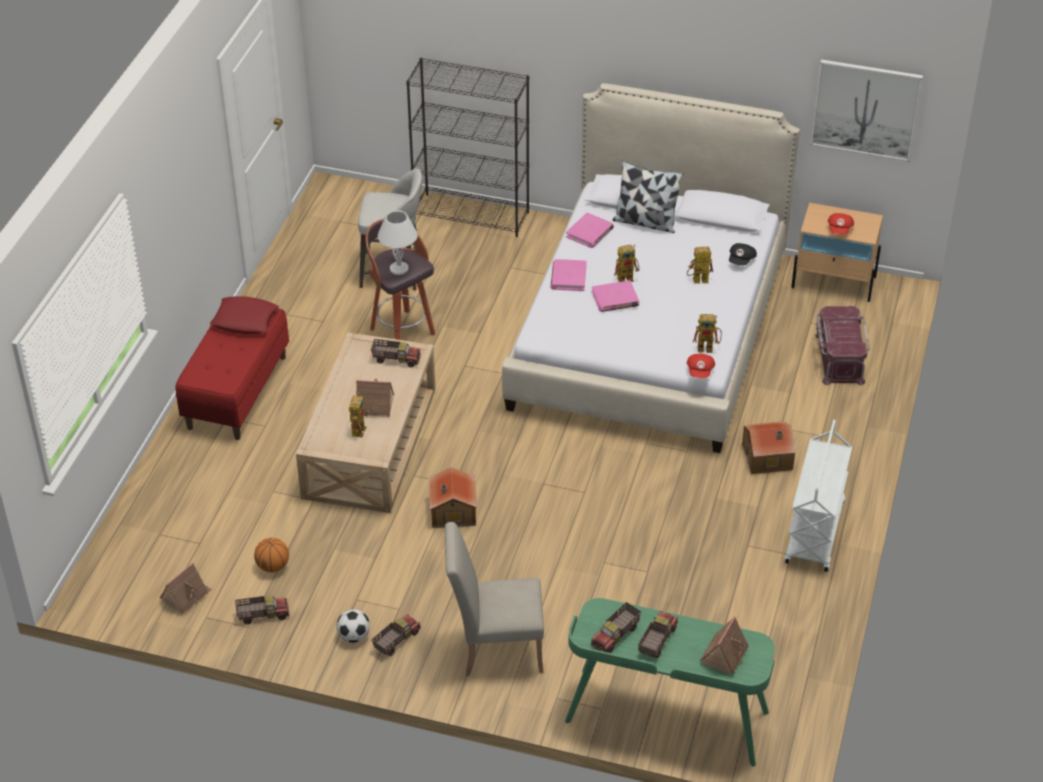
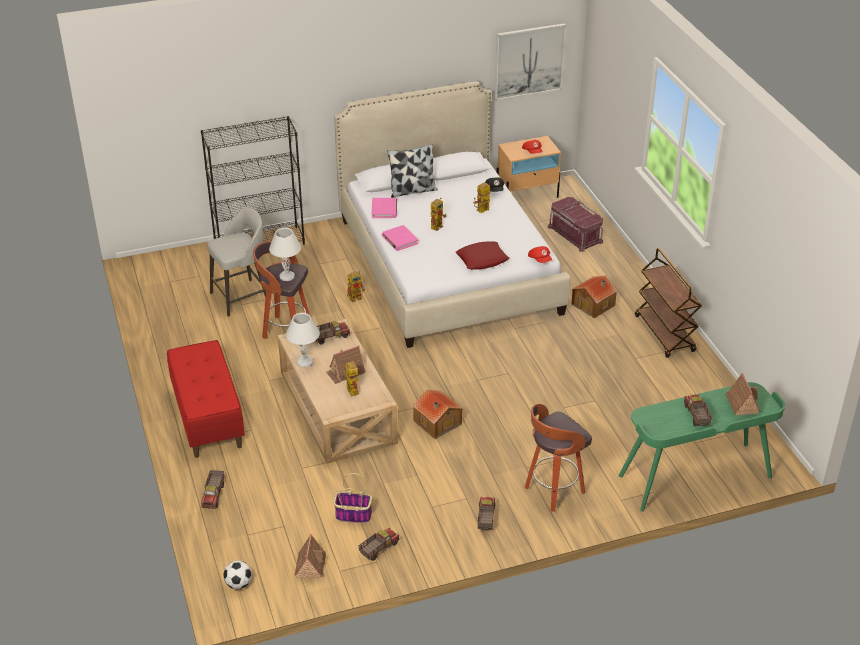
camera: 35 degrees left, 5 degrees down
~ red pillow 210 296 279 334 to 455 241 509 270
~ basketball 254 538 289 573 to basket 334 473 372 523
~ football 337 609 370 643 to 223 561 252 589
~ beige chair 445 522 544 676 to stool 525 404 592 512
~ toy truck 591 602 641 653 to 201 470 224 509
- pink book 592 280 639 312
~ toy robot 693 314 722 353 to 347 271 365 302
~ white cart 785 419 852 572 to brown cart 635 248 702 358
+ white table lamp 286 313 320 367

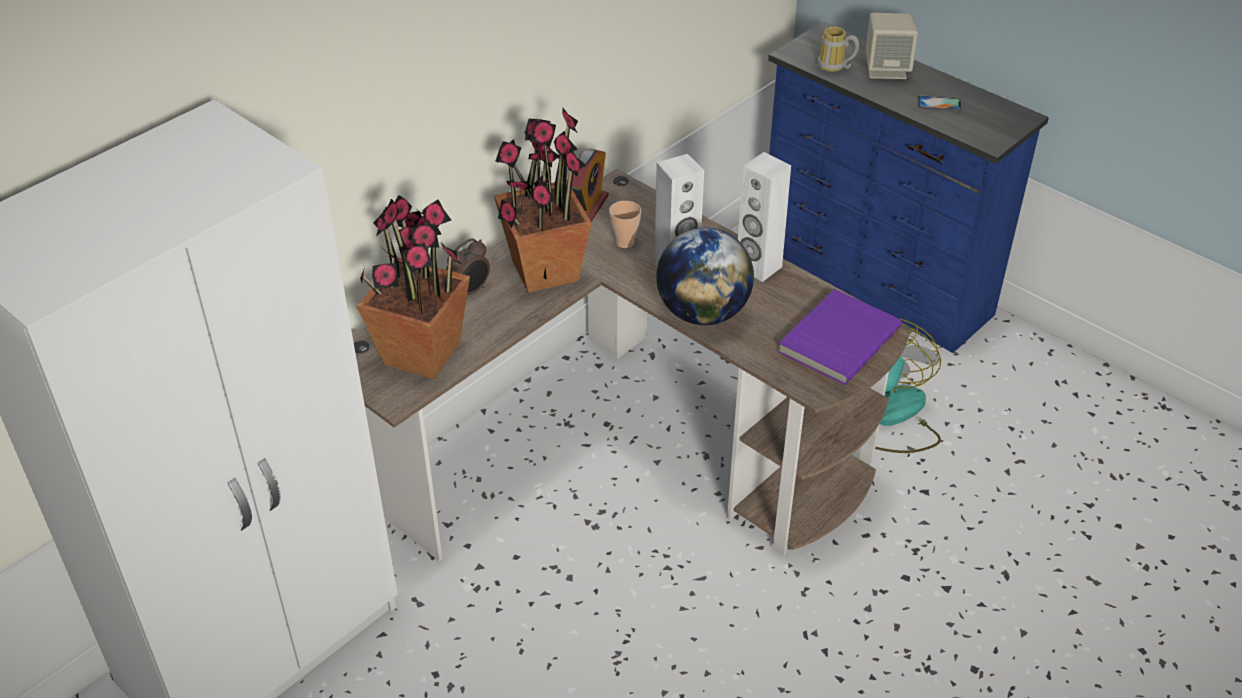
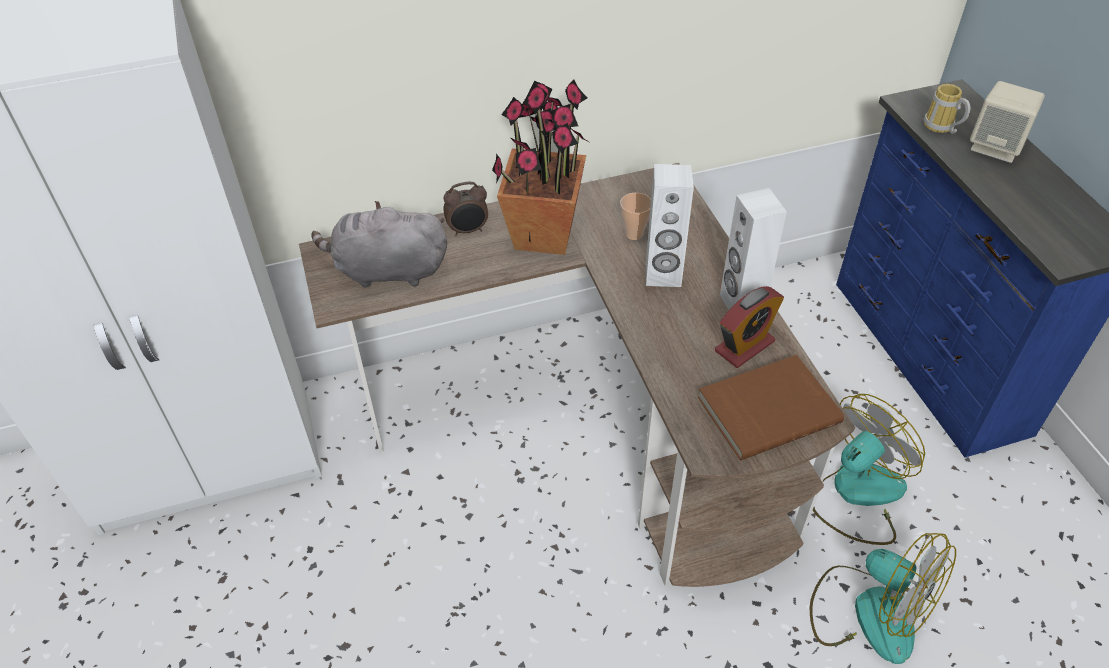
camera: 30 degrees right, 5 degrees up
~ potted plant 356 195 470 379 to grey plush toy 311 201 447 288
~ alarm clock 572 148 609 222 to 715 286 784 368
- globe 656 228 754 325
~ purple book 778 289 901 385 to brown book 698 355 844 460
- phone 918 96 962 111
+ fan 810 533 956 664

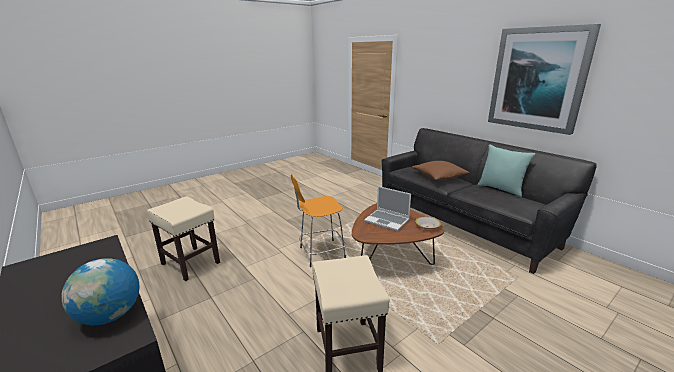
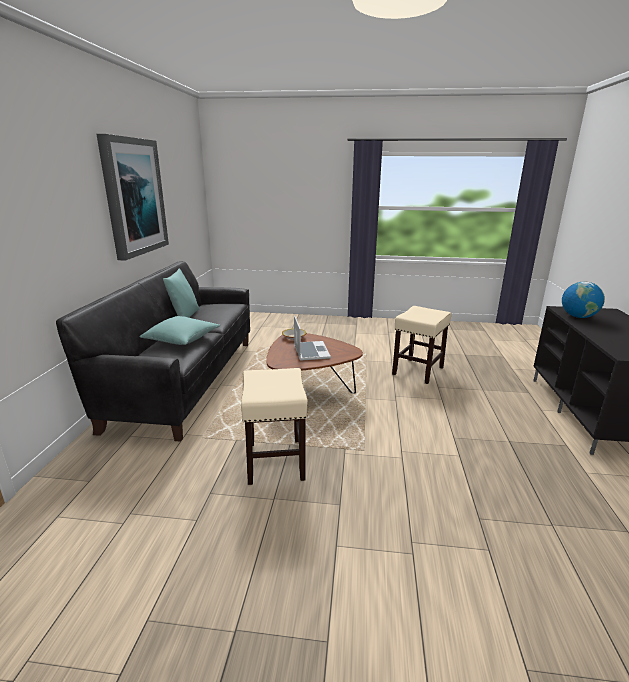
camera: 135 degrees left, 0 degrees up
~ beige stool 147 196 220 281 to 241 368 308 485
- orange stool 291 174 346 267
~ brown pillow 412 161 469 180 to turquoise pillow 140 316 220 345

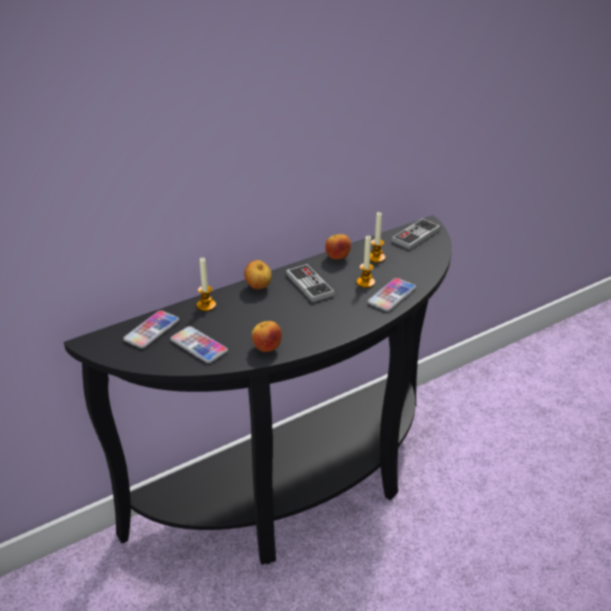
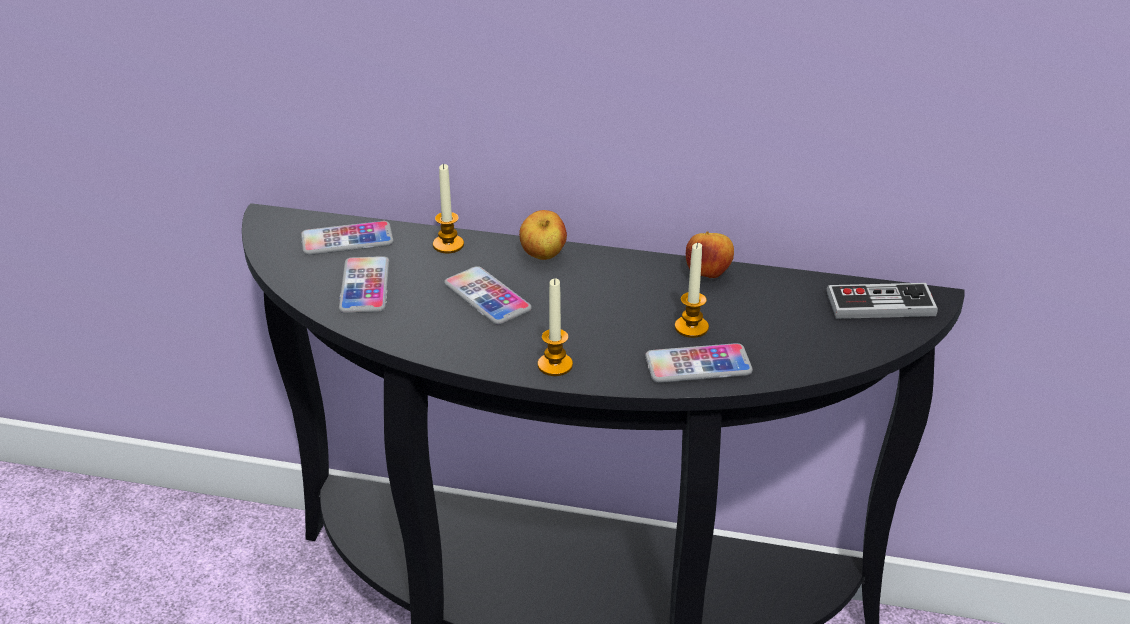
camera: 45 degrees right, 0 degrees up
- apple 252 321 282 352
- game controller 286 264 335 302
~ candle 370 212 385 263 to 538 279 573 376
+ phone 444 266 532 325

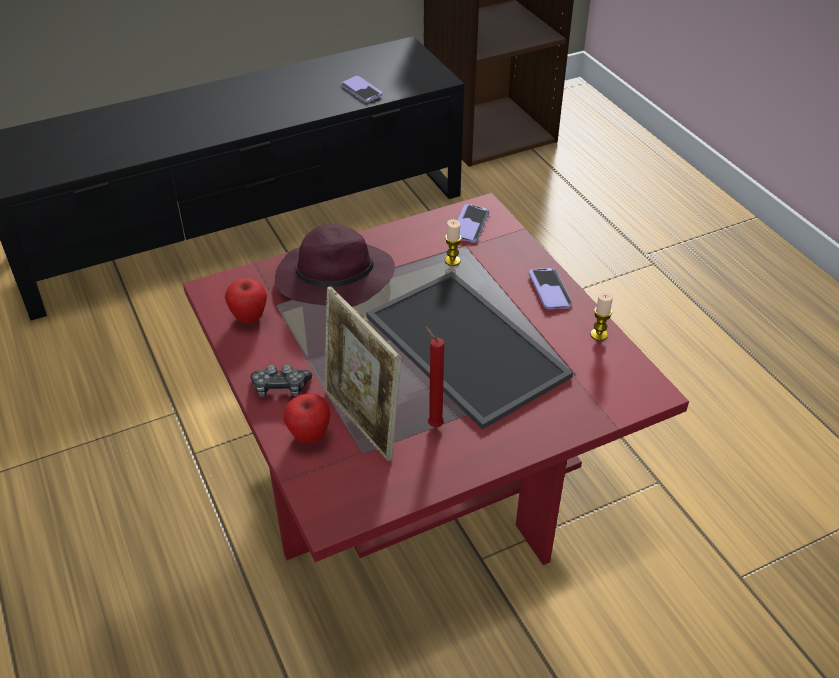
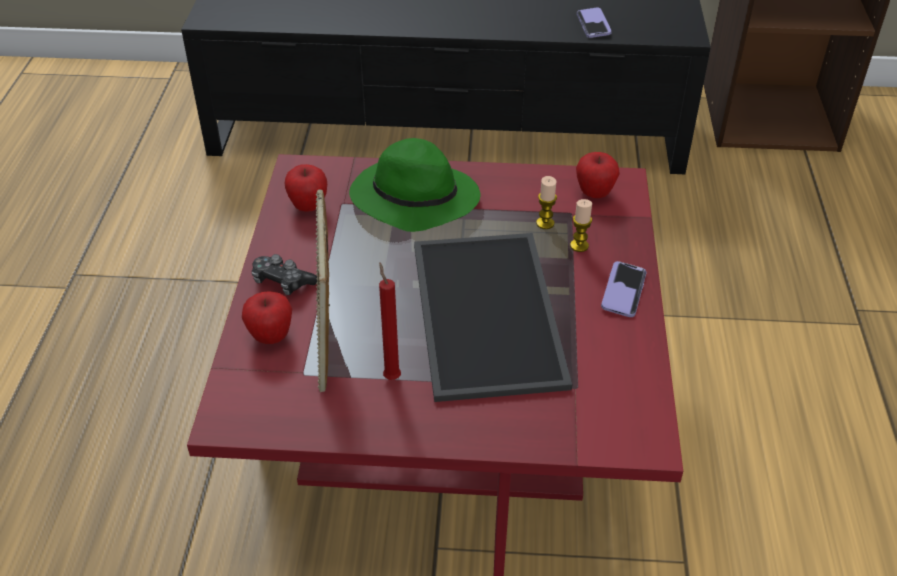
camera: 30 degrees right, 0 degrees up
~ purple hat 275 224 395 307 to green hat 349 138 480 232
~ phone 458 204 489 243 to apple 576 152 620 198
~ candle 590 293 613 341 to 570 199 592 252

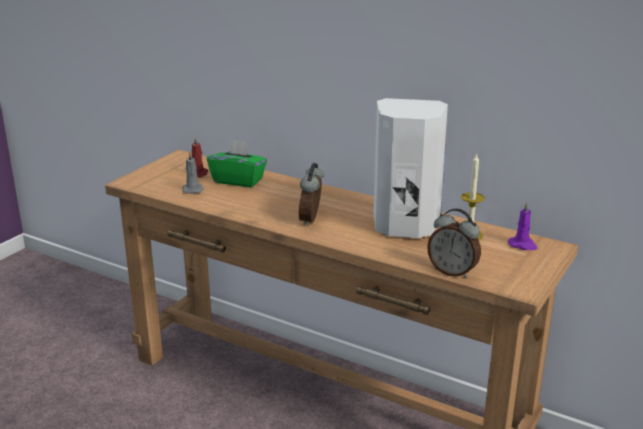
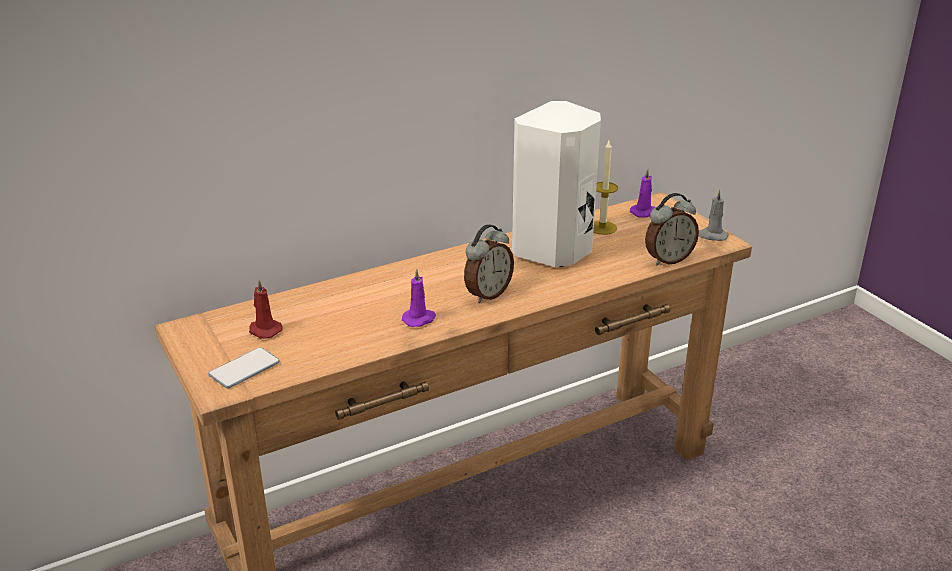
camera: 60 degrees left, 5 degrees up
~ grey candle 183 152 204 194 to 698 189 729 241
- green tissue box 207 139 267 187
~ alarm clock 299 163 324 226 = 464 224 514 303 90 degrees counterclockwise
+ phone 208 347 280 388
+ purple candle 402 269 436 327

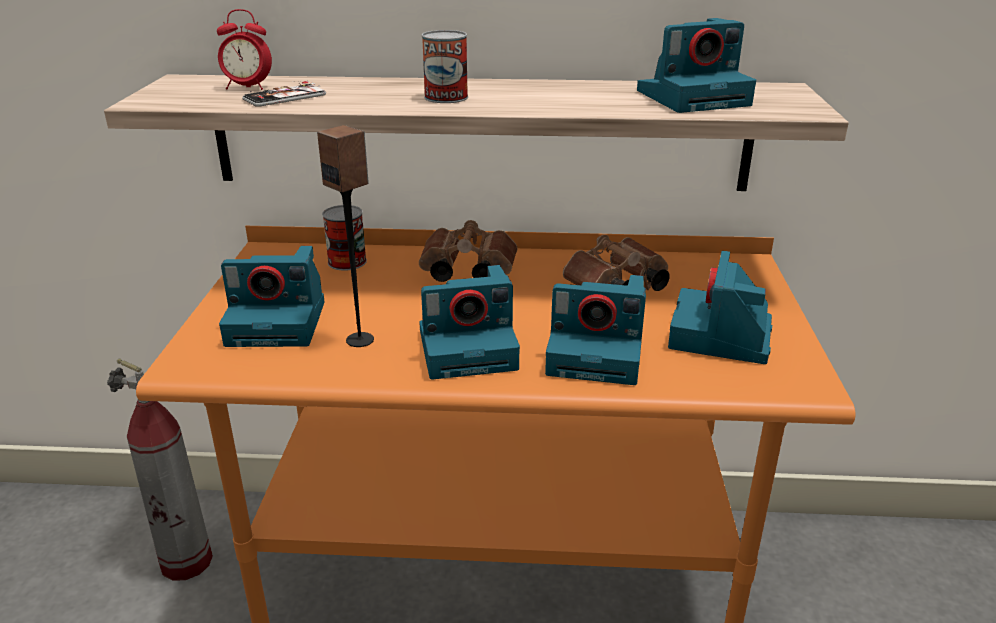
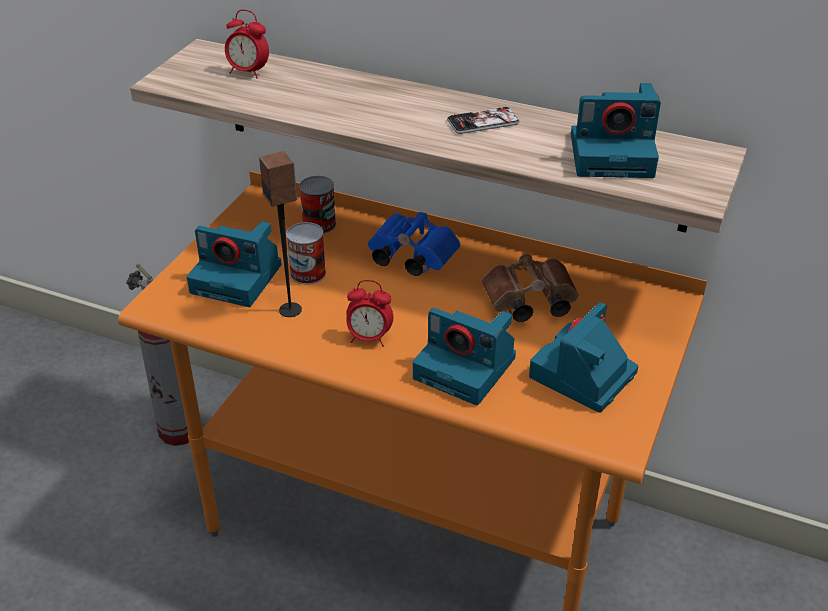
camera: 20 degrees right, 10 degrees up
~ phone 242 81 326 107 to 447 105 520 134
~ brown binoculars 419 220 518 282 to blue binoculars 368 212 460 276
~ photo camera 419 265 520 379 to alarm clock 346 280 393 347
~ can 422 30 468 103 to 286 222 326 284

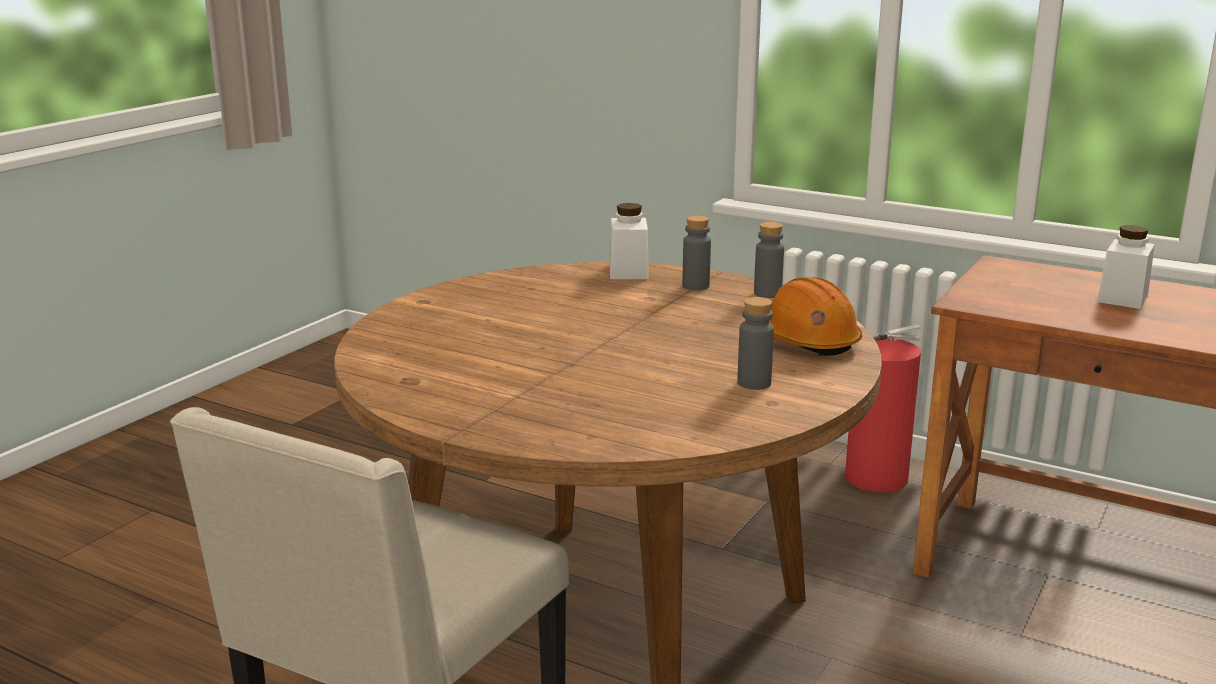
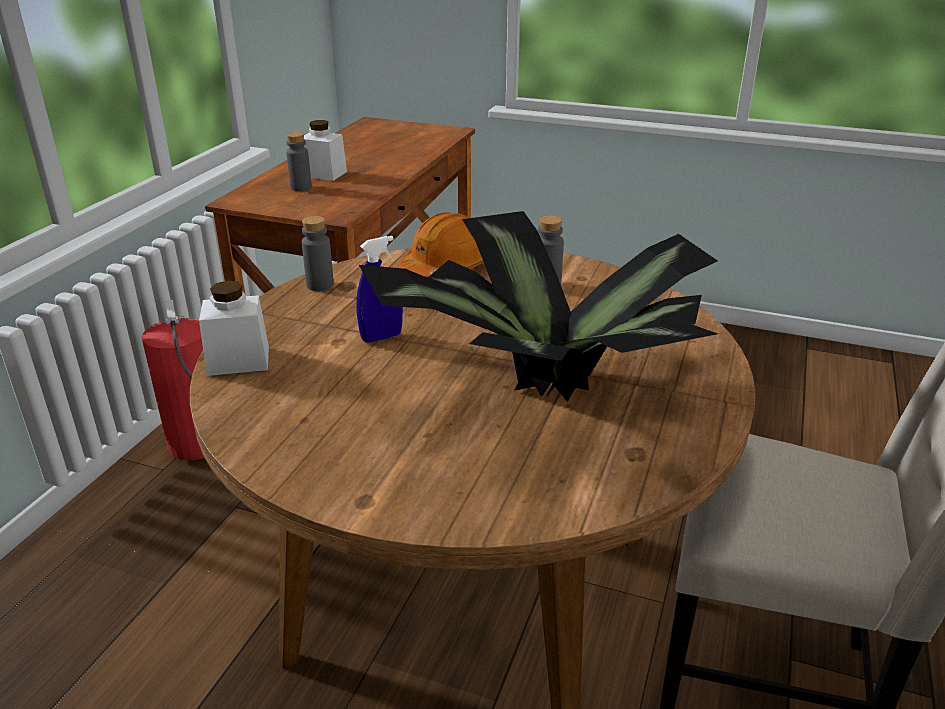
camera: 100 degrees left, 10 degrees up
~ grey bottle 682 216 711 290 to 286 132 312 191
+ blue spray bottle 356 236 403 343
+ potted plant 359 211 718 404

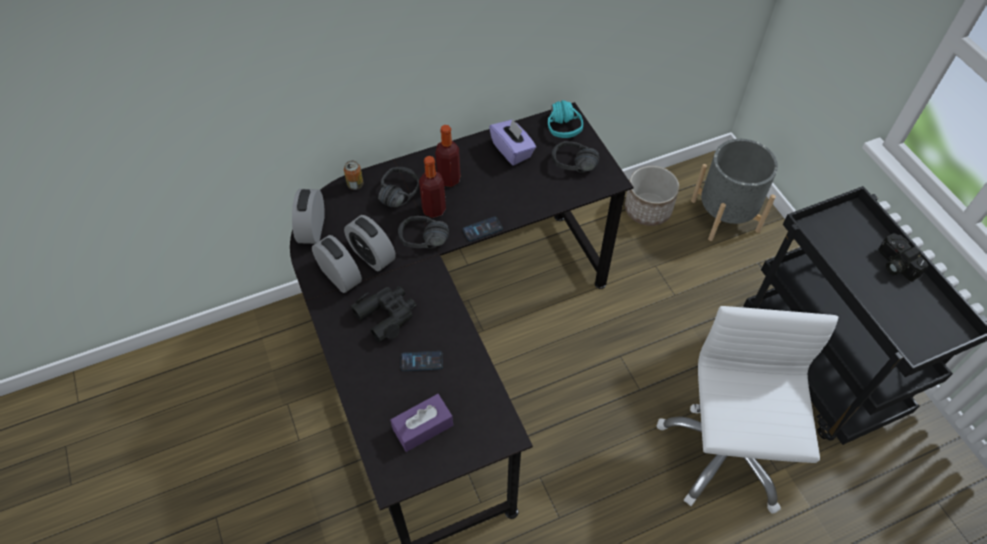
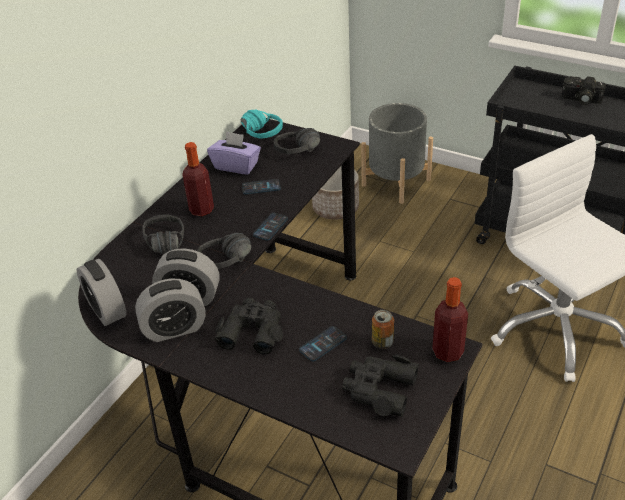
camera: 35 degrees left, 15 degrees down
~ alarm clock 312 235 362 293 = 135 278 206 342 150 degrees clockwise
~ can 344 160 363 190 to 372 310 394 349
~ purple tissue box 390 394 453 452 to black binoculars 342 355 419 417
~ bottle 419 156 446 218 to 432 277 468 362
+ phone 242 179 281 194

